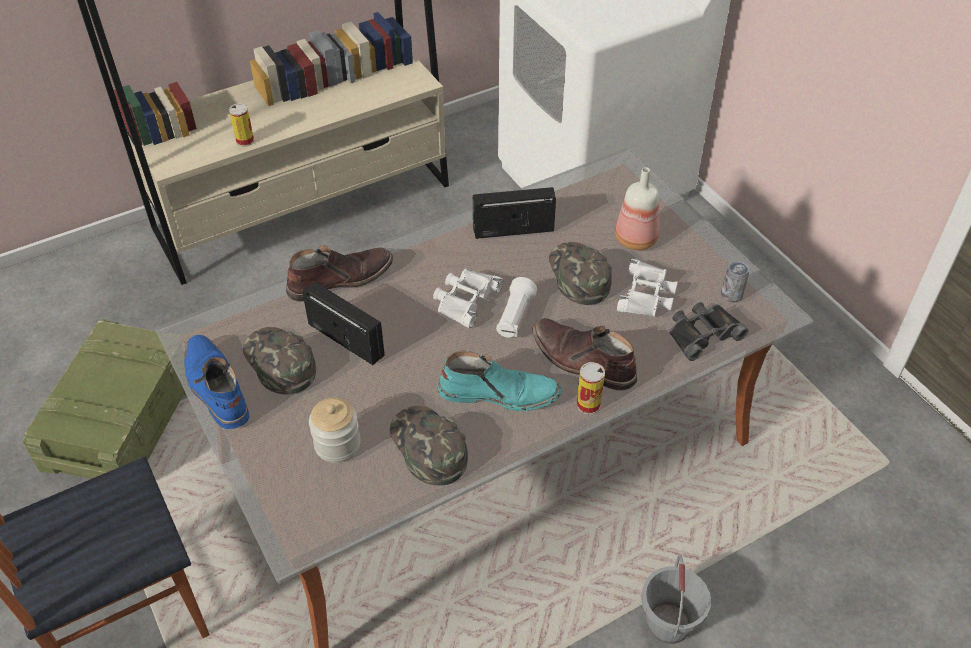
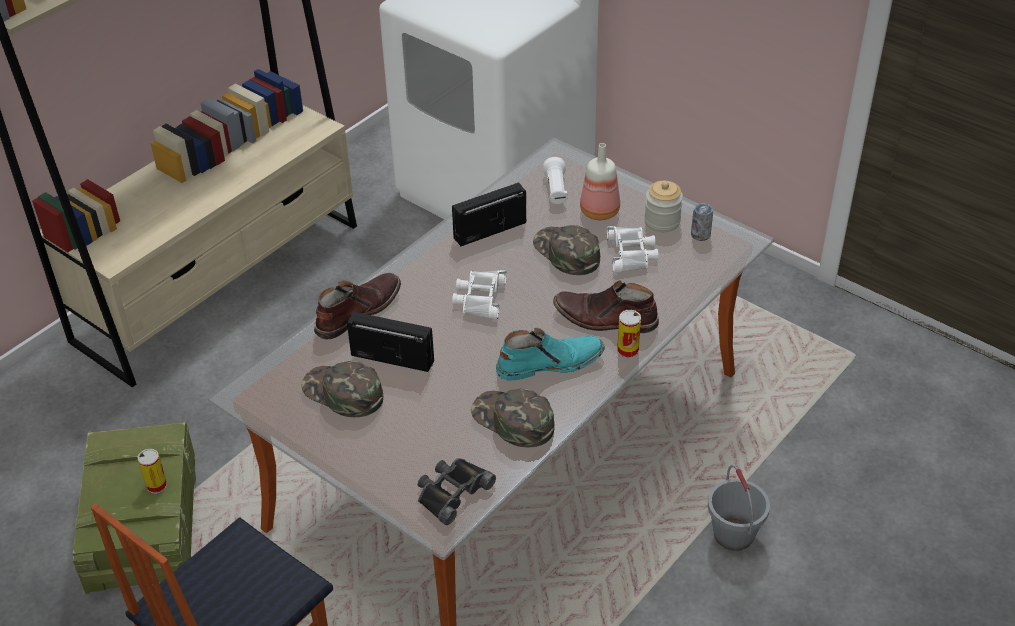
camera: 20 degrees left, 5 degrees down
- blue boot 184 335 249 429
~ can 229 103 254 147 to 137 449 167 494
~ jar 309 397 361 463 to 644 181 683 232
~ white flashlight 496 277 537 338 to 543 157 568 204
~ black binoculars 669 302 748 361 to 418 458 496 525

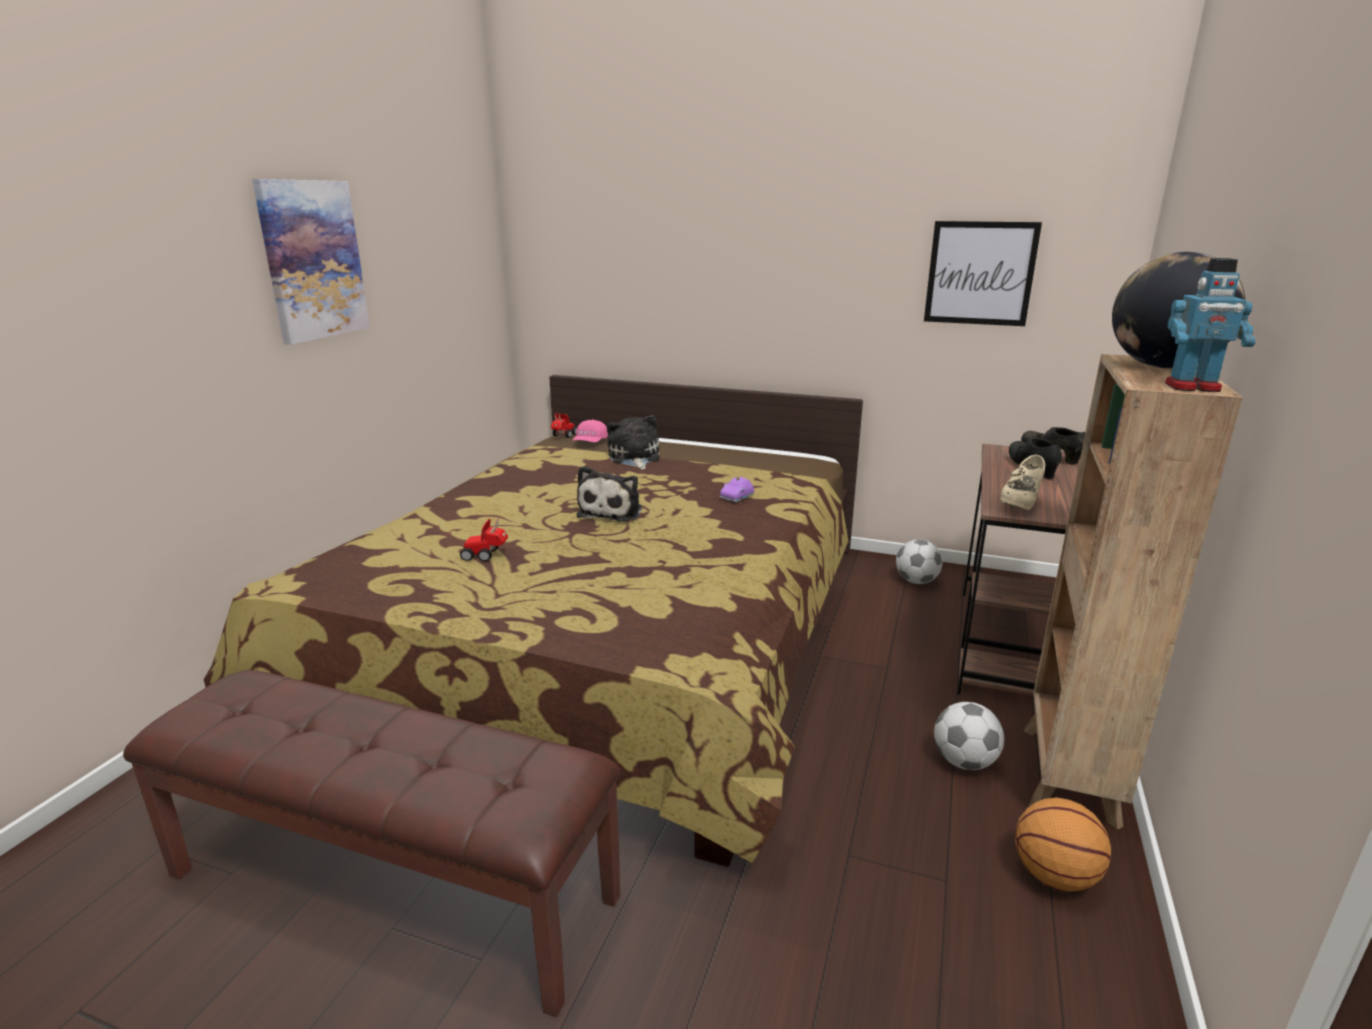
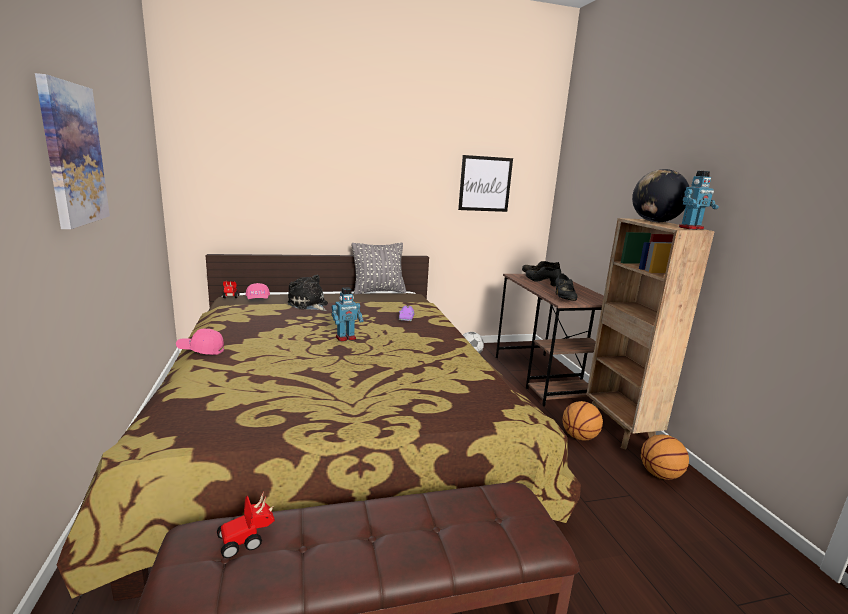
camera: 35 degrees left, 5 degrees down
~ toy car 460 516 508 561 to 217 491 275 558
~ plush toy 577 466 642 522 to toy robot 332 287 364 342
~ football 934 702 1004 770 to basketball 562 401 603 441
~ beige shoe 1001 455 1045 510 to black shoe 555 273 577 301
+ pink cap 176 329 224 355
+ grey pillow 352 243 406 295

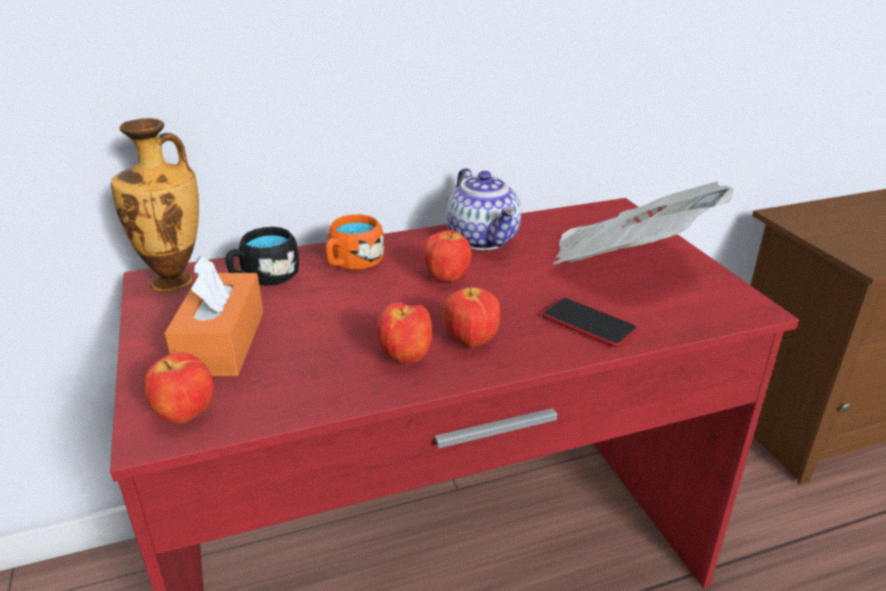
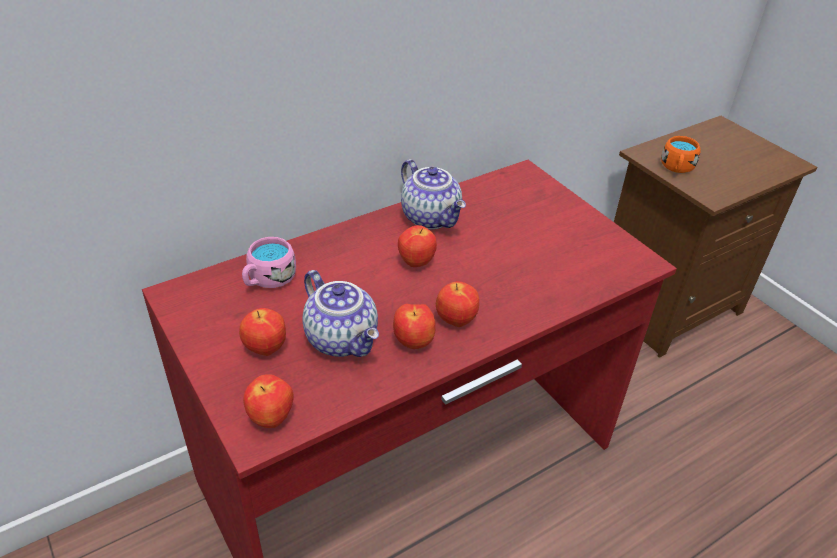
camera: 15 degrees left, 10 degrees up
- vase 111 118 199 292
~ orange tissue box 164 256 263 376 to apple 239 308 286 356
~ black mug 226 227 299 286 to pink mug 242 237 296 288
~ orange mug 326 214 384 271 to 661 136 701 173
- phone 542 298 638 347
- newspaper 553 182 734 265
+ teapot 302 270 379 357

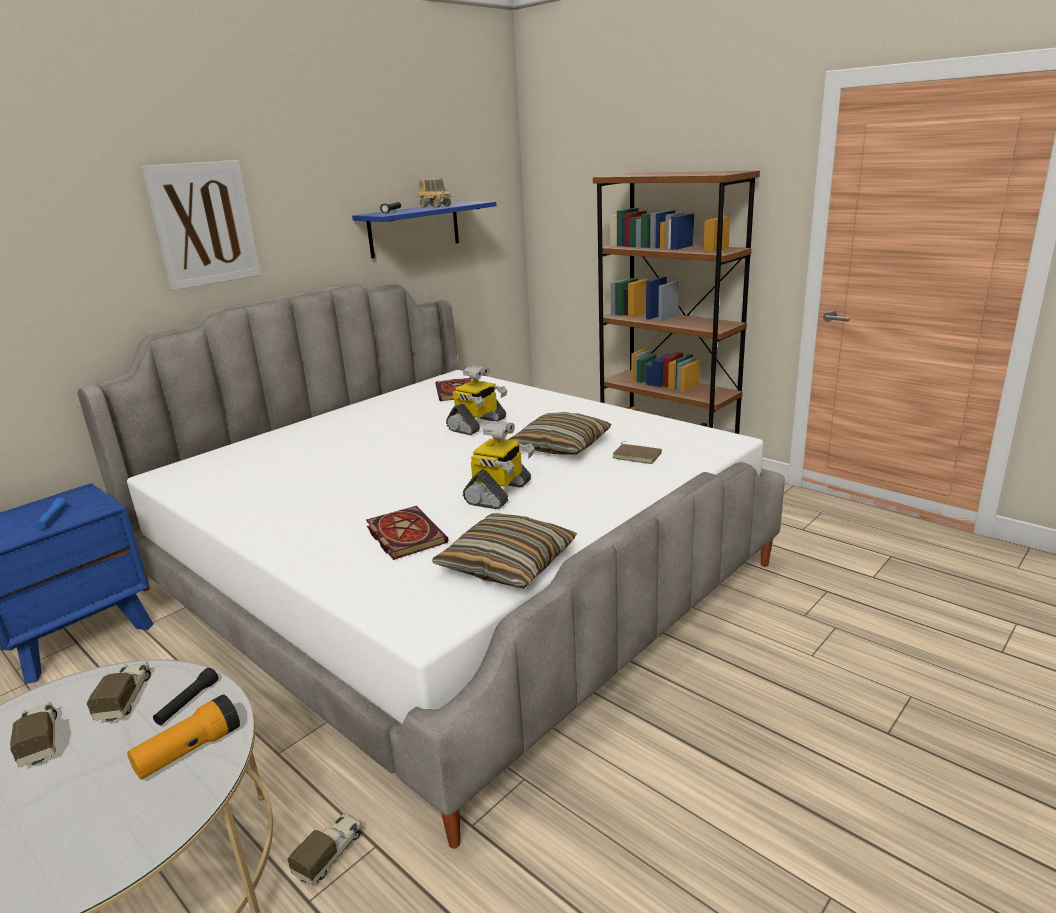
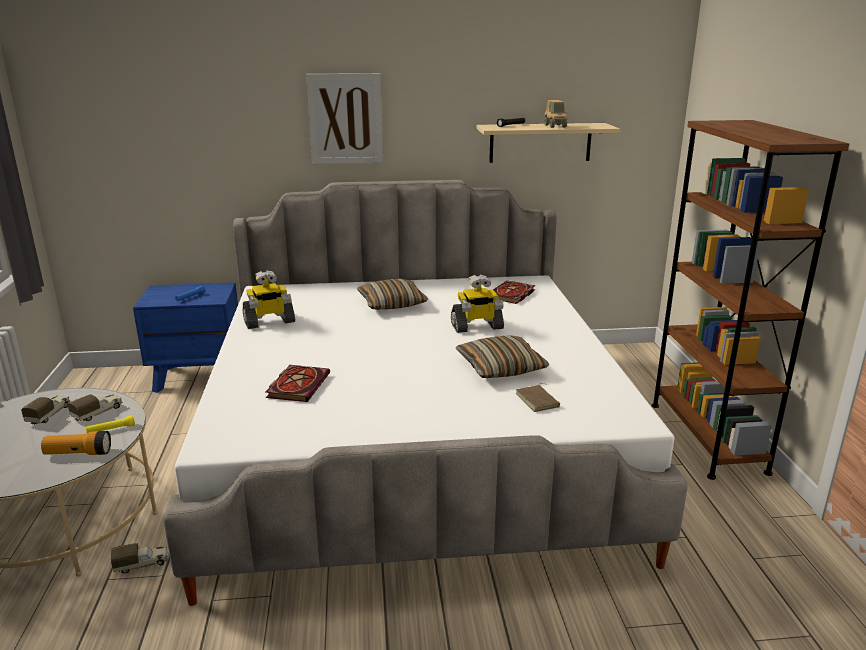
camera: 40 degrees right, 0 degrees up
~ black flashlight 153 668 218 725 to yellow flashlight 86 415 135 433
~ blue shelf 352 201 497 258 to beige shelf 477 123 620 163
~ pillow 432 513 577 589 to 357 279 428 310
~ toy robot 463 421 535 509 to 243 270 295 329

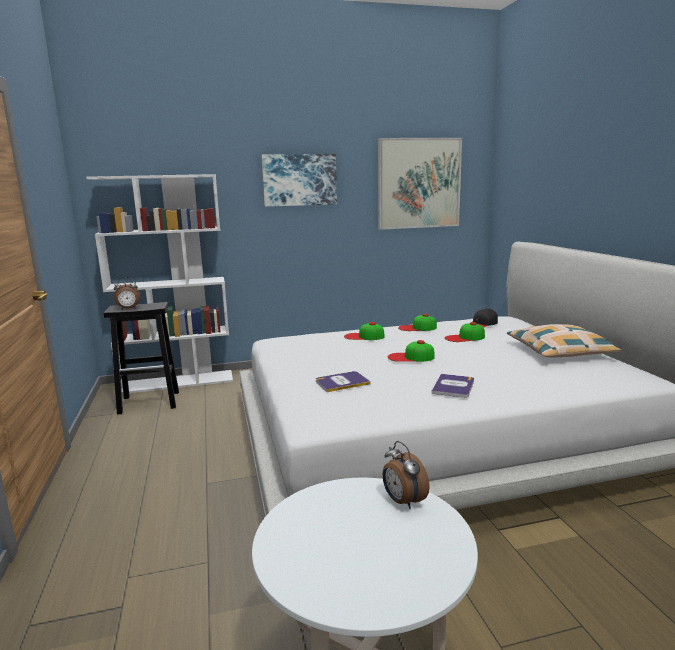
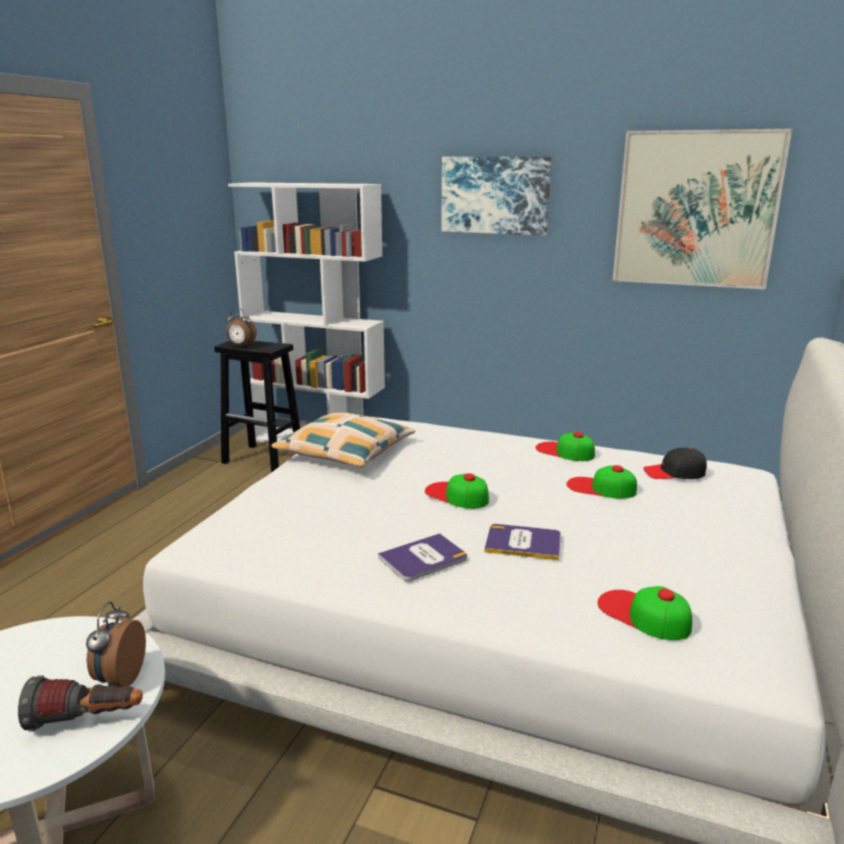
camera: 35 degrees right, 5 degrees up
~ book 316 371 371 392 to 485 524 561 560
~ cap 344 322 384 340 to 598 586 692 640
~ pillow 507 324 622 357 to 271 412 416 468
+ flashlight 18 675 143 732

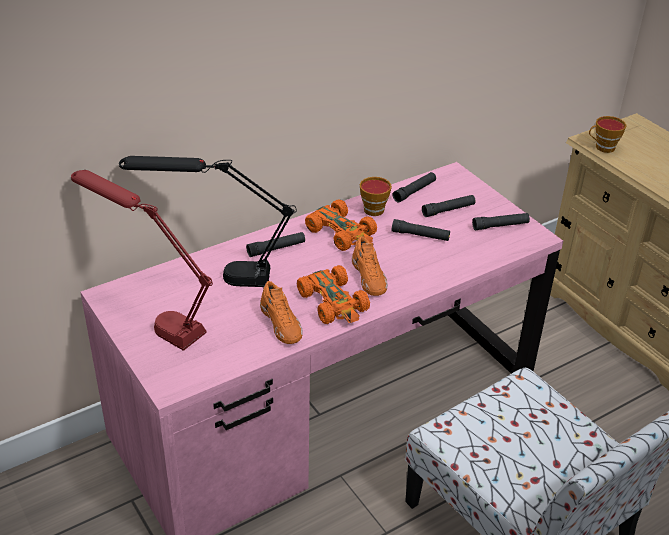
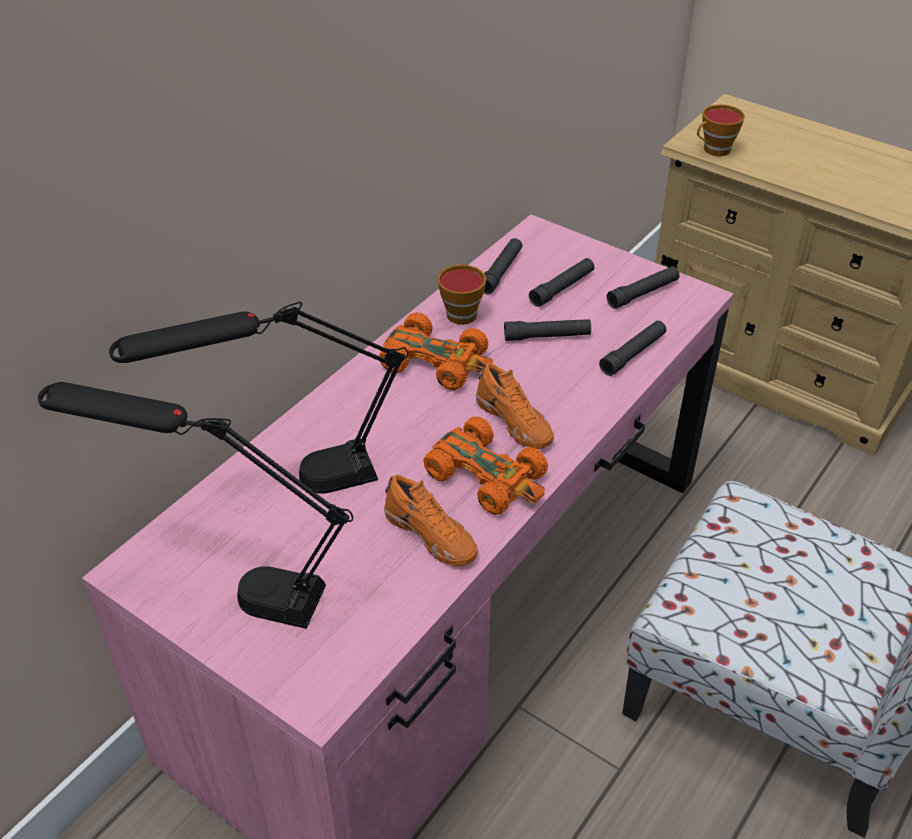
camera: 20 degrees left, 5 degrees up
~ red table lamp 71 170 213 351 to black table lamp 38 382 353 629
~ black flashlight 246 232 305 257 to 599 321 667 376

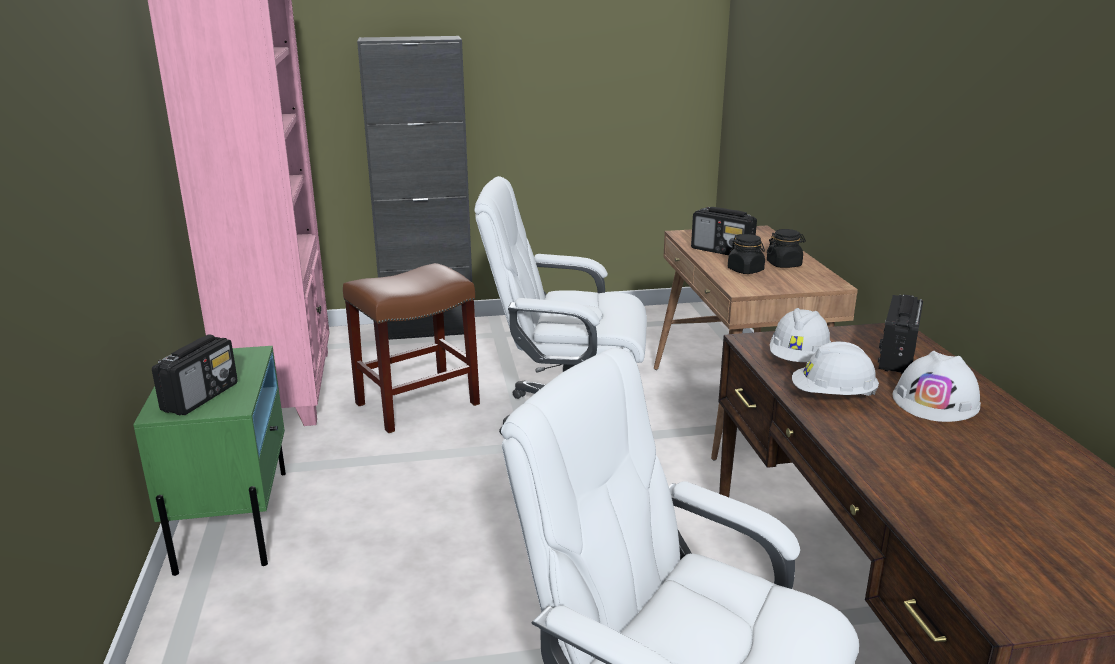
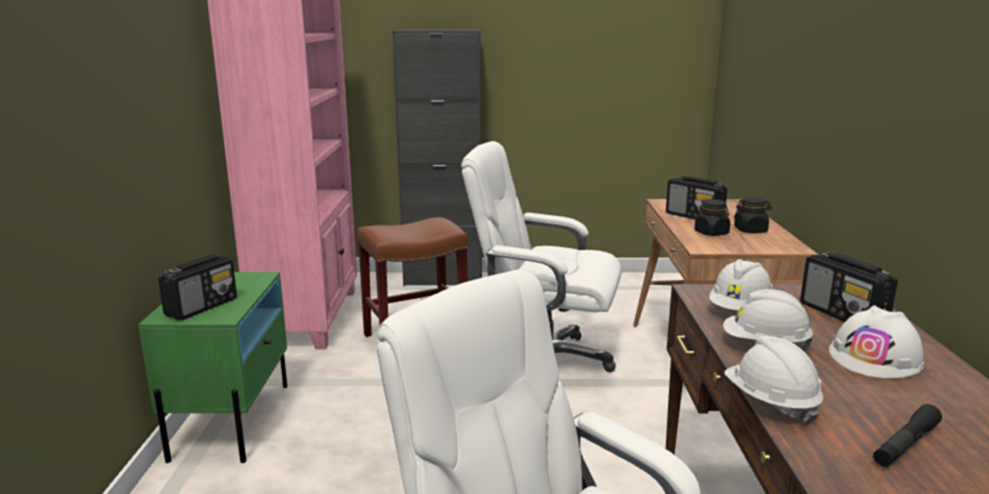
camera: 10 degrees right, 5 degrees down
~ radio 878 294 923 374 = 800 252 898 322 60 degrees counterclockwise
+ white hard hat 724 336 823 424
+ black flashlight 873 404 942 467

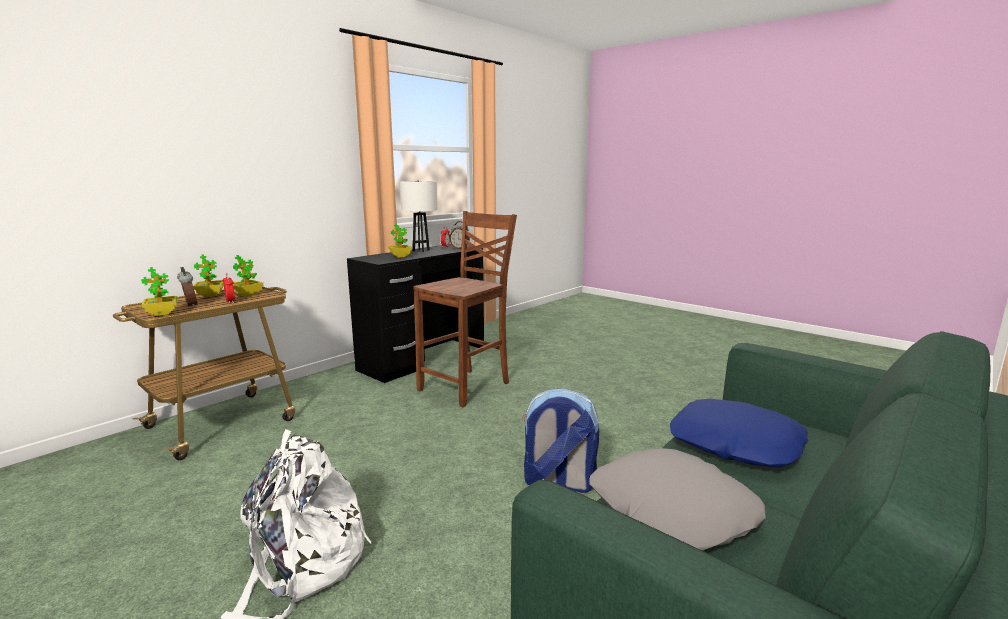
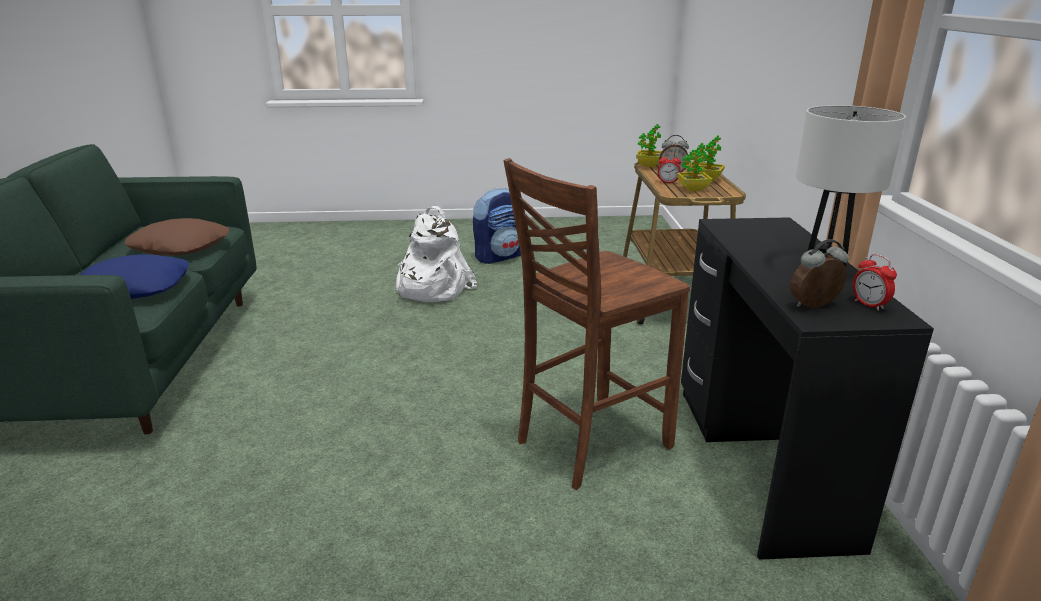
camera: 135 degrees right, 10 degrees up
- potted plant 388 223 412 258
~ brown chair 413 211 517 407 = 504 158 690 490 60 degrees clockwise
~ backpack 522 388 599 493 to 473 188 521 264
~ grey pillow 590 448 766 550 to brown pillow 124 218 230 256

